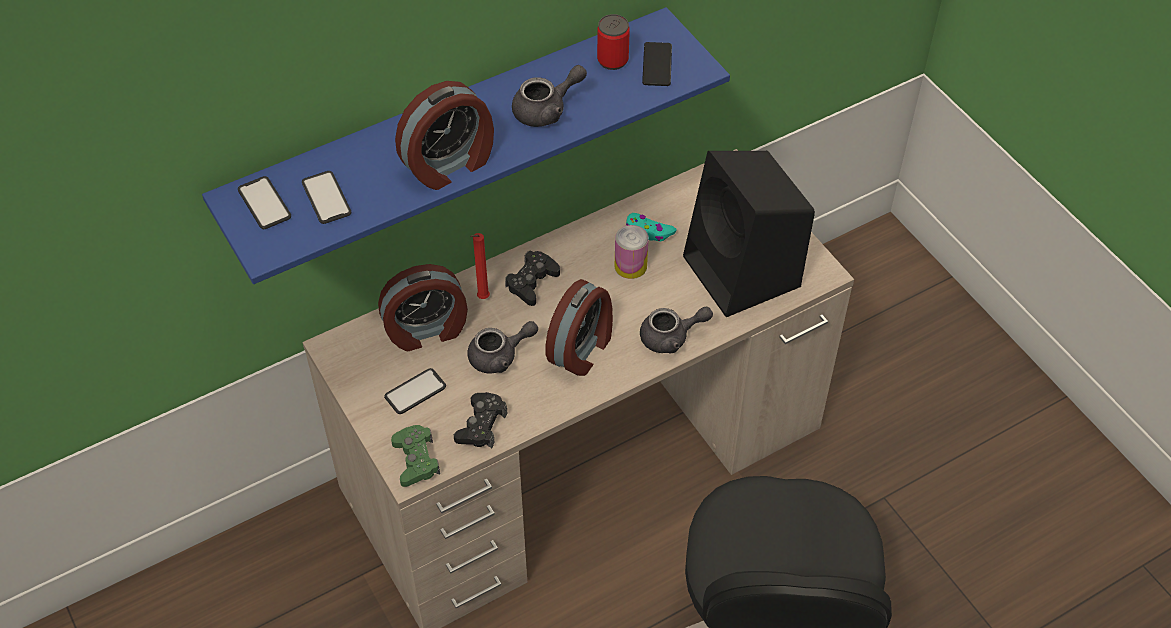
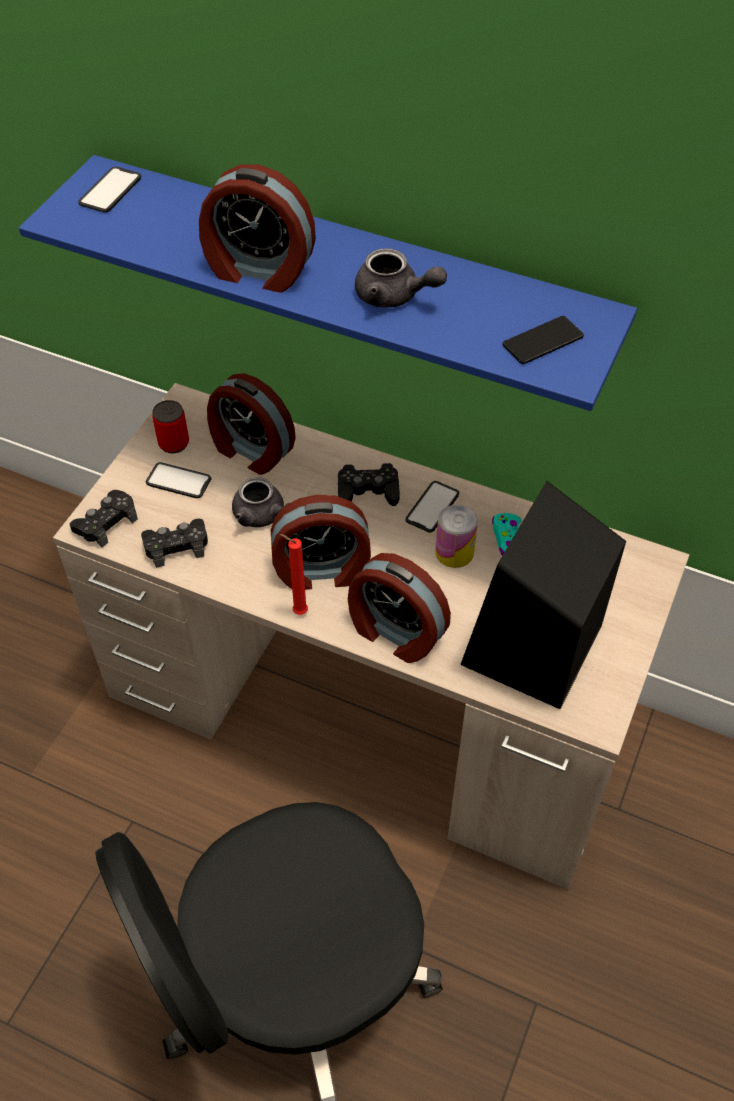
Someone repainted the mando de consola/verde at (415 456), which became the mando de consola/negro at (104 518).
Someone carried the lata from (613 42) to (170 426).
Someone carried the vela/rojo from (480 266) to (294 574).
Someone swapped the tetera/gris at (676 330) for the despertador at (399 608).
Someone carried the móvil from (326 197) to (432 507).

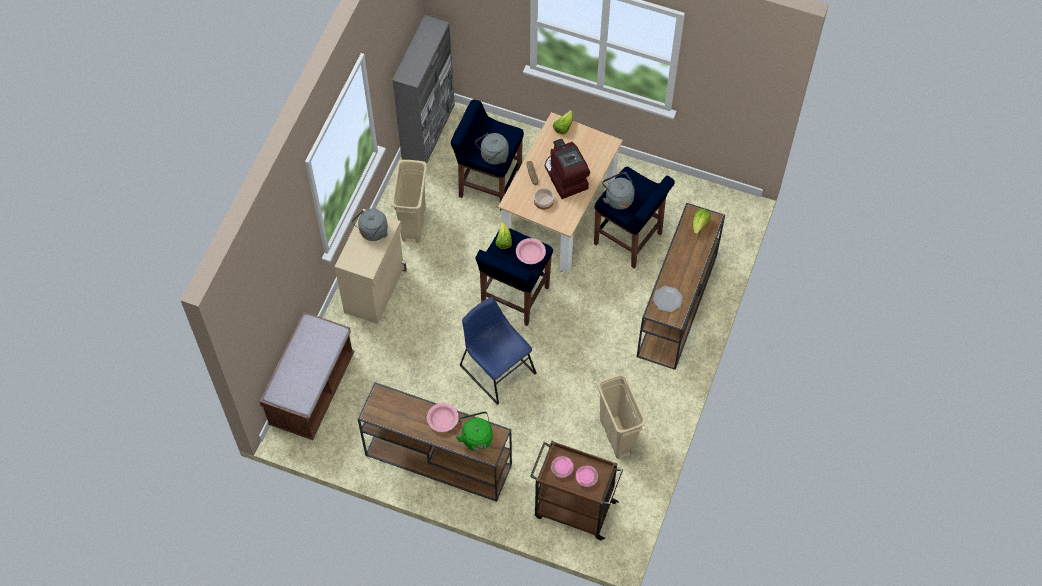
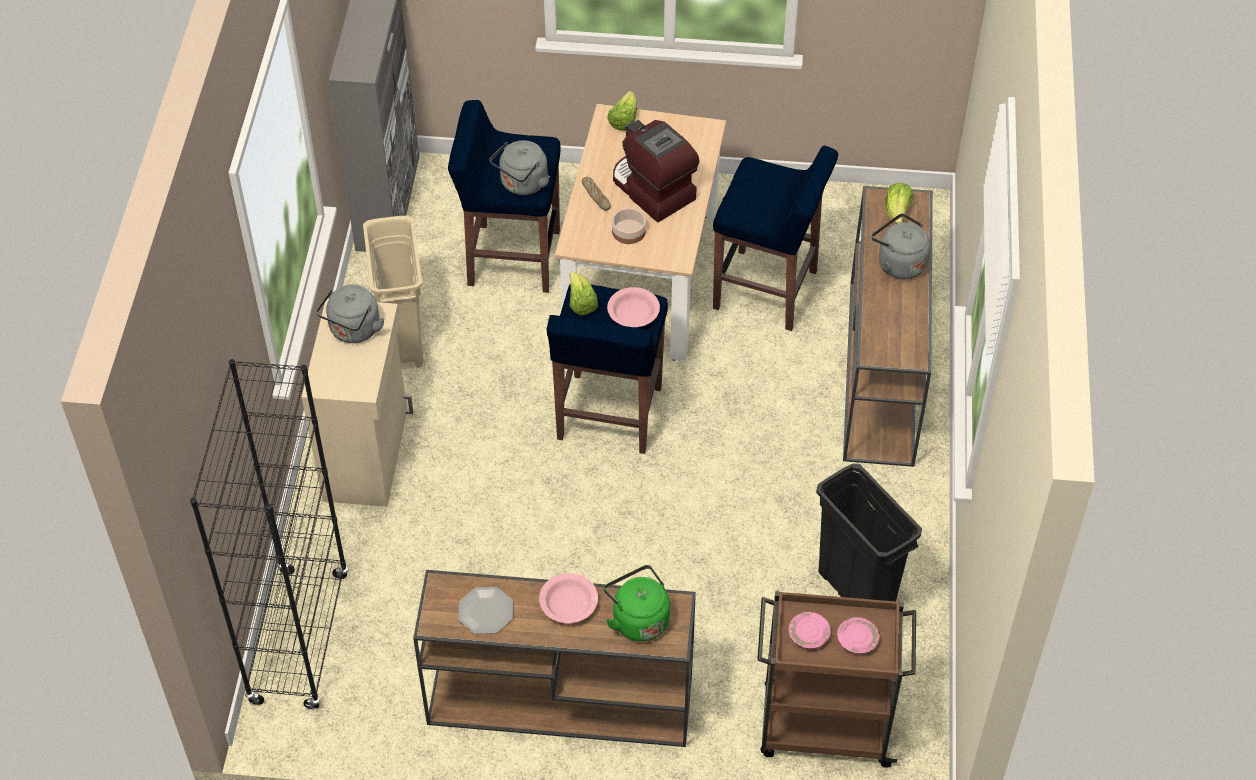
Someone swapped the banco/marrón at (307 376) for the estantería/negro at (269 534).
Someone carried the plato from (668 299) to (485 610).
Someone repainted the papelera/beis at (621 416), which became the papelera/negro at (869 532).
Someone carried the hervidor/gris from (618 191) to (900 246).
Someone took away the silla/azul at (498 351).

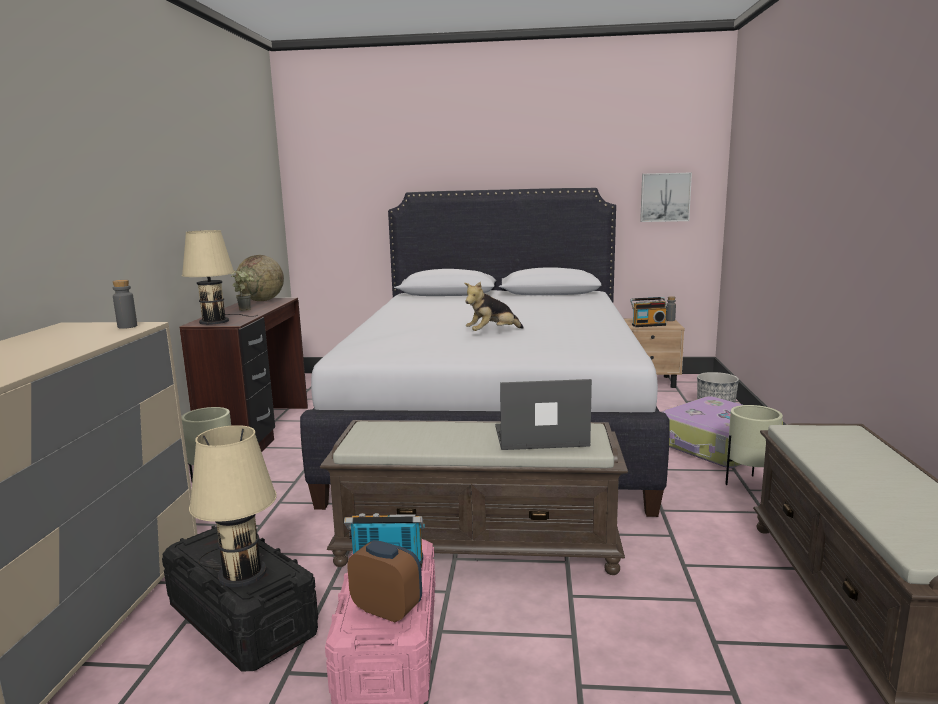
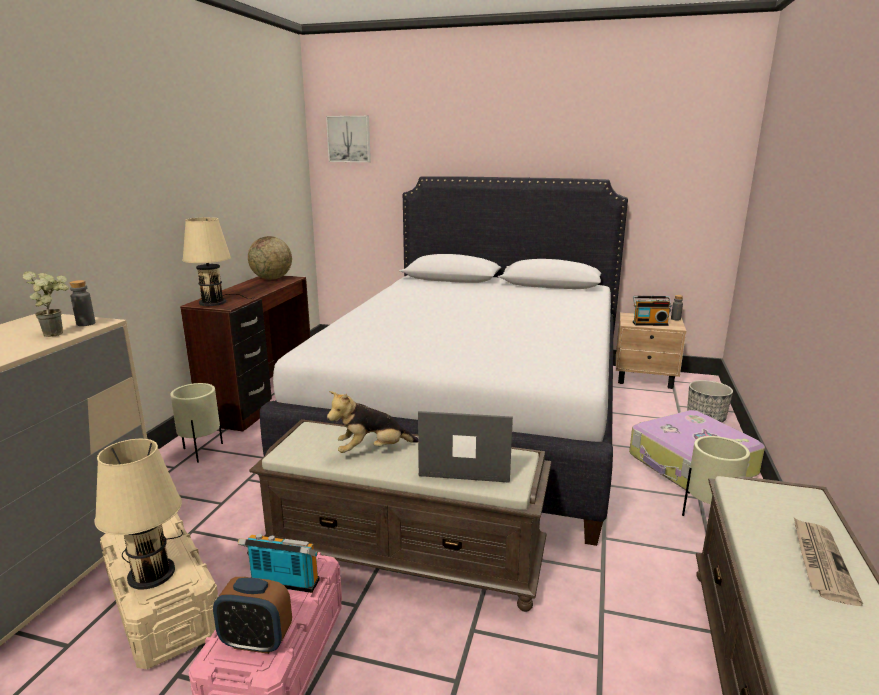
Someone carried the planta en maceta from (243 291) to (46 304).
Someone repainted the caja de almacenaje/negro at (240 599), which became the caja de almacenaje/beis at (159 591).
Someone rotated the despertador at (385 581) by 150 degrees clockwise.
Someone carried the cuadro from (666 197) to (348 139).
Someone carried the peluche from (493 306) to (372 422).
Someone put down the periódico at (828 562).

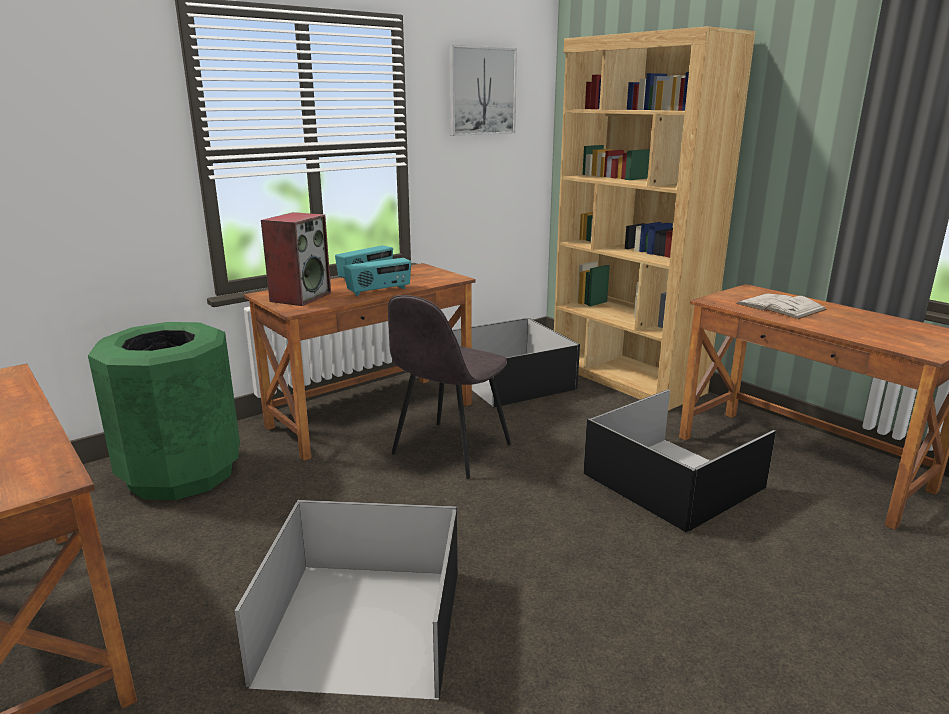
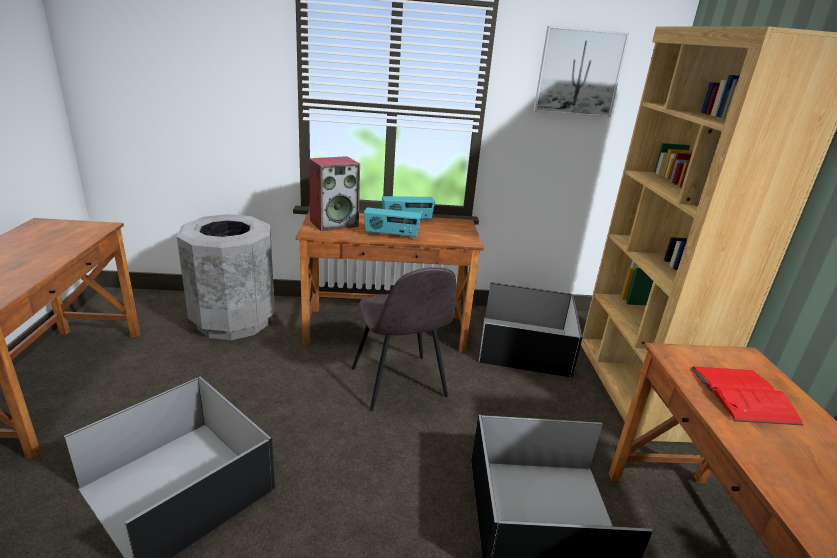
Someone repainted the papelera/verde at (164 411), which became the papelera/gris at (225 277).
Someone rotated the silla/gris at (449 387) by 90 degrees counterclockwise.
Someone repainted the libro/blanco at (781 306), which became the libro/rojo at (747 396).

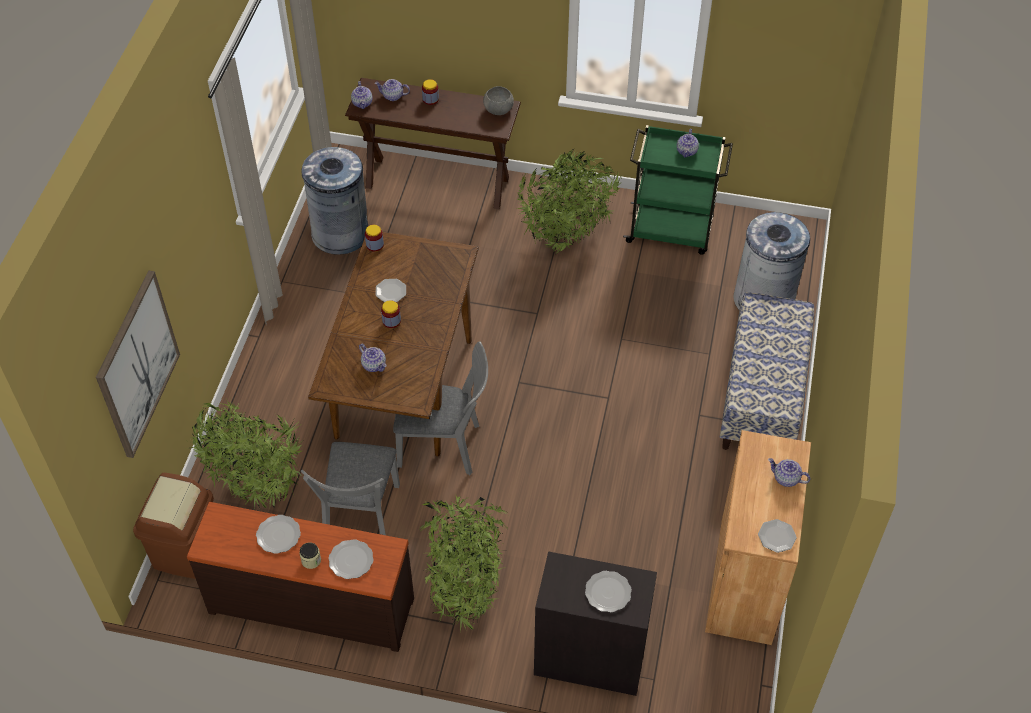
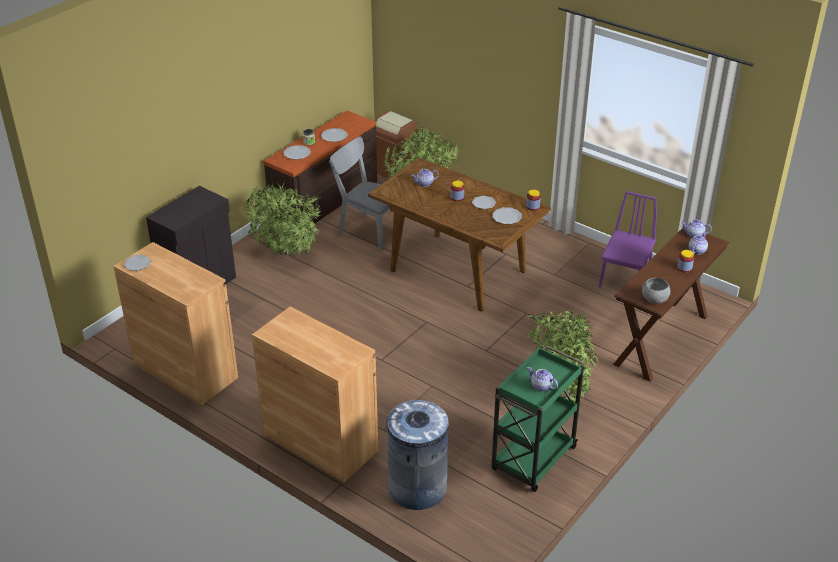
Someone swapped the banco at (767 371) for the armario/marrón at (315 394).
Someone carried the plato from (608 592) to (507 215).
Someone swapped the papelera/gris at (334 201) for the silla/morado at (628 239).
Someone took away the cuadro at (138 364).
Someone took away the silla/gris at (440 408).
Someone took away the tetera at (789 472).

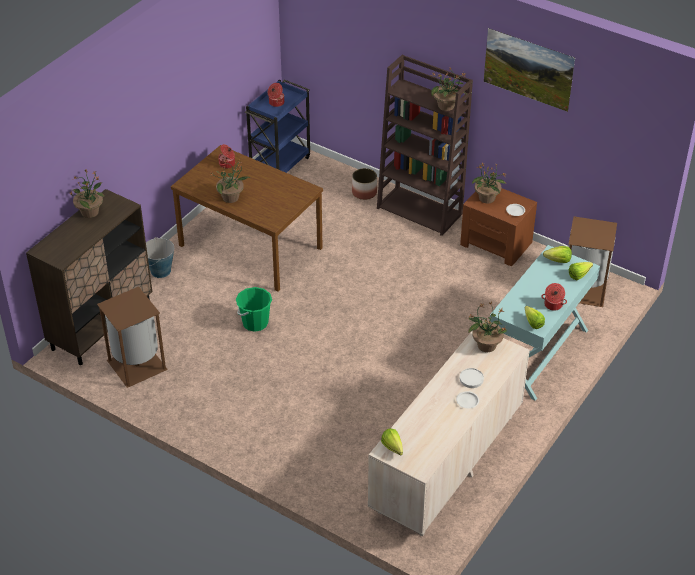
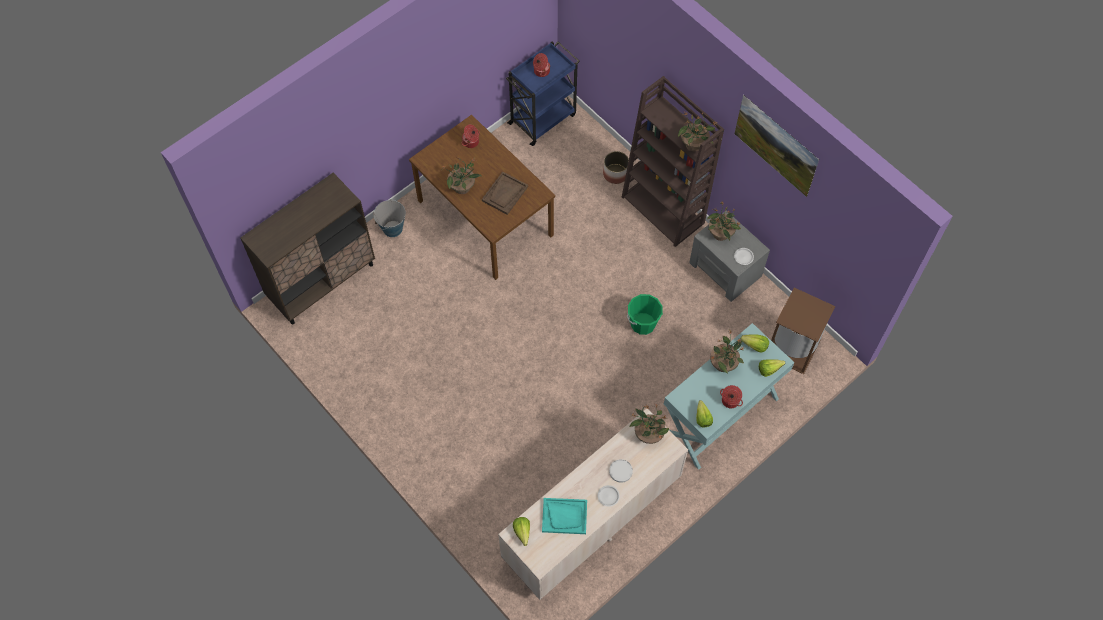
Someone put down the bandeja/marrón at (505 193).
Someone put down the bandeja/turquesa at (564 516).
Someone carried the cubo/verde from (254 309) to (645 314).
Someone repainted the mesita de noche/marrón at (498 227), which became the mesita de noche/gris at (729 256).
Someone carried the planta en maceta from (87 193) to (727 352).
Someone took away the papelera/marrón at (132 337).

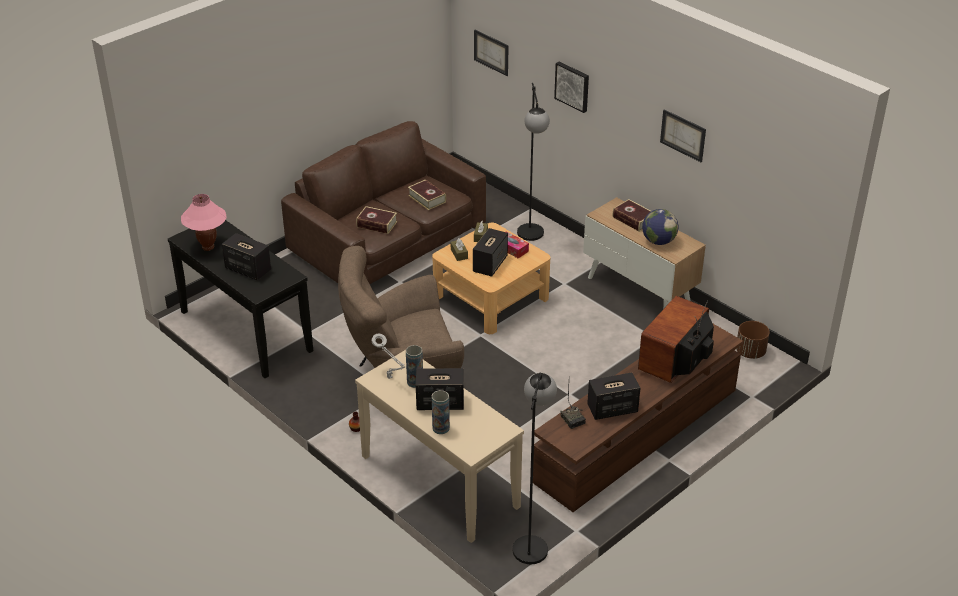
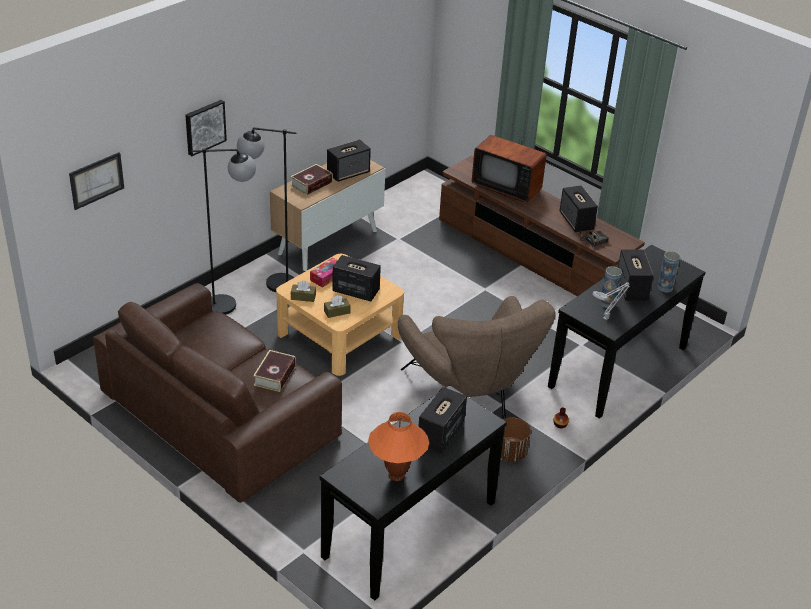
Someone carried the lámpara de pie/negro from (535 468) to (266 209).
Someone swapped the globo terráqueo at (660 227) for the altavoz at (349 161).
Someone repainted the lámpara de mesa/rosa at (203 222), which became the lámpara de mesa/naranja at (398 446).
Someone carried the maceta/marrón from (753 340) to (516 439).
Someone repainted the mesa consola/beis at (439 446), which became the mesa consola/negro at (627 332).
Someone took away the libro at (427 194).
Someone took away the cuadro at (683 135).

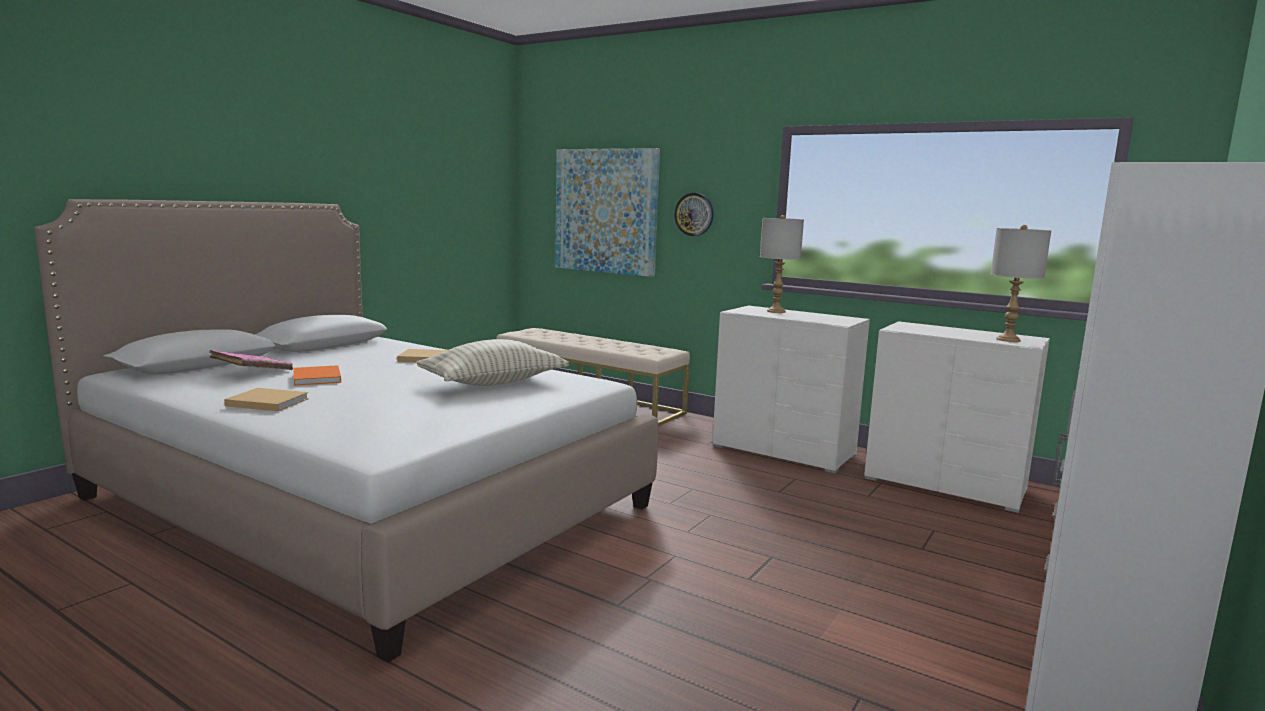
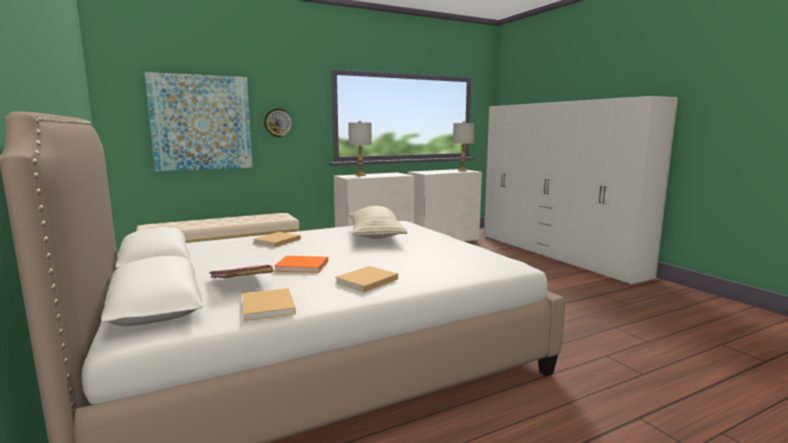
Someone put down the libro/beis at (269 304).

